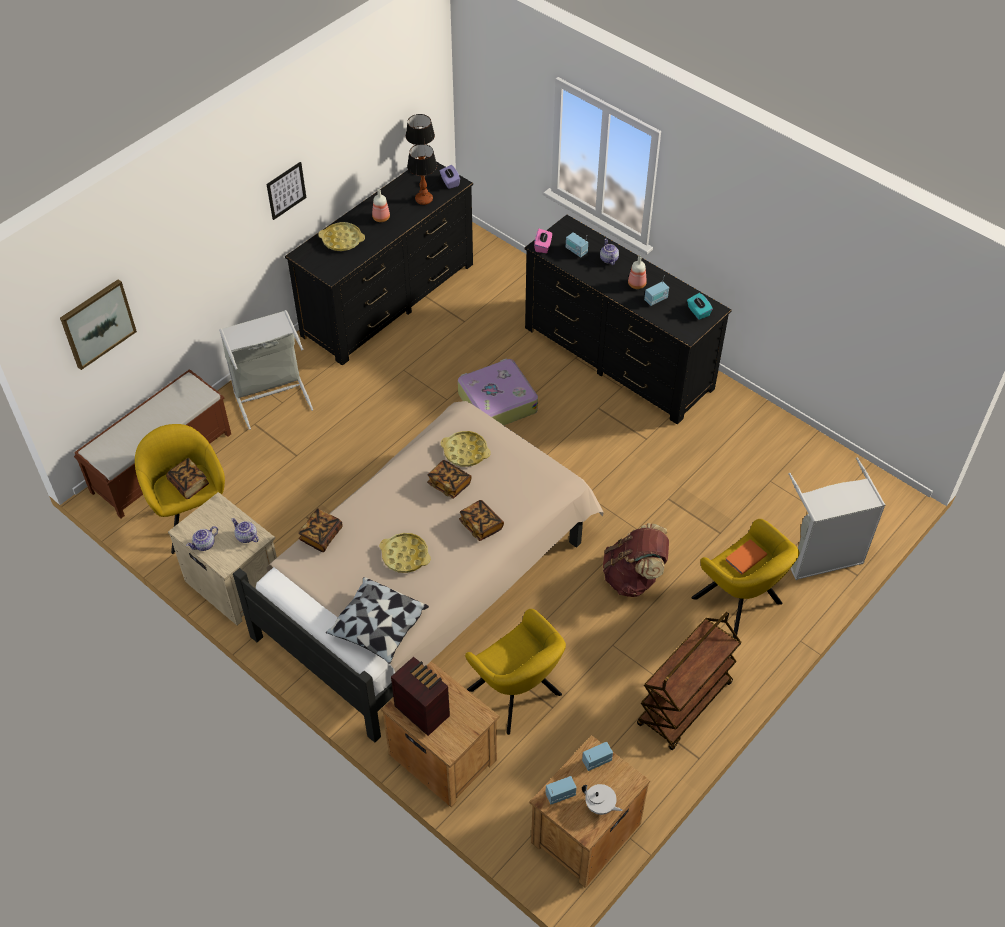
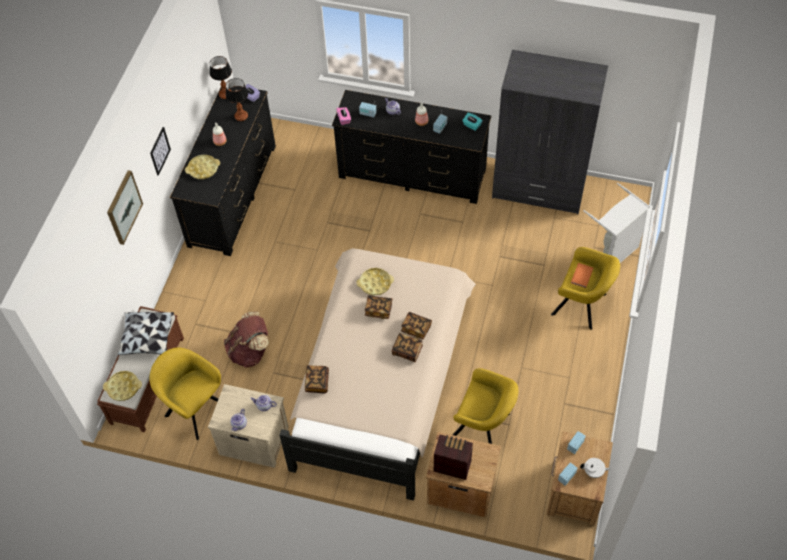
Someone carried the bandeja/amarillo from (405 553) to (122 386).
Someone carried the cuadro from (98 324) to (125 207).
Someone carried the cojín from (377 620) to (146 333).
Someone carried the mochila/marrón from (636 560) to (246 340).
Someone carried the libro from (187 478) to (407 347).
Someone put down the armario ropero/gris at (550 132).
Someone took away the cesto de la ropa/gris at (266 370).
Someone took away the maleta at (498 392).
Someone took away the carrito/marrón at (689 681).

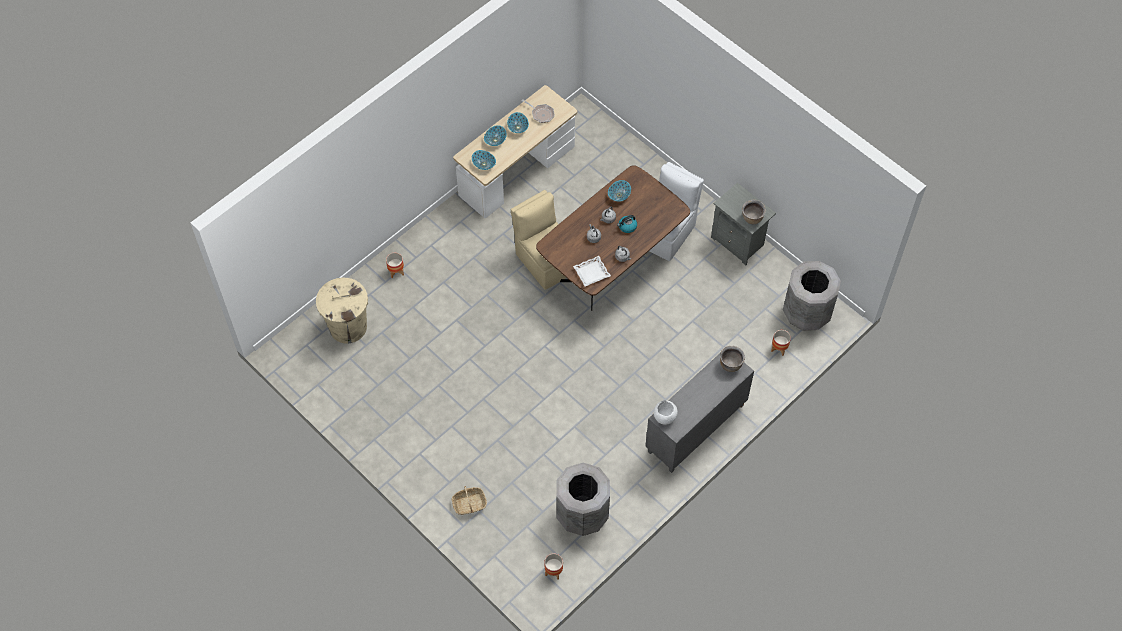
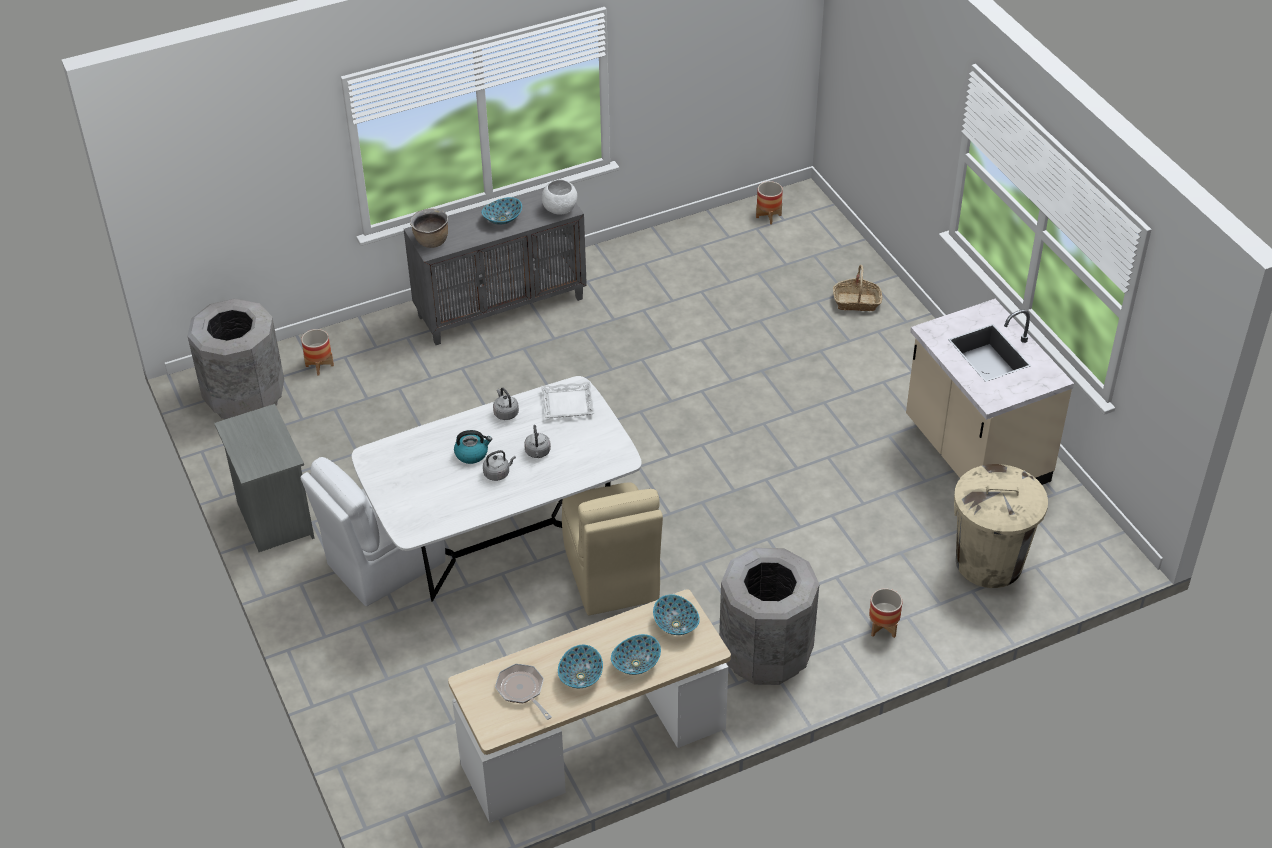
Someone repainted the mesa de comedor/marrón at (613 238), which became the mesa de comedor/blanco at (497 489).
Someone carried the cuenco from (619 190) to (501 211).
Someone carried the papelera/gris from (583 499) to (769 616).
Someone put down the mueble bajo de cocina/beis at (990 392).
Someone took away the olla/marrón at (754 212).

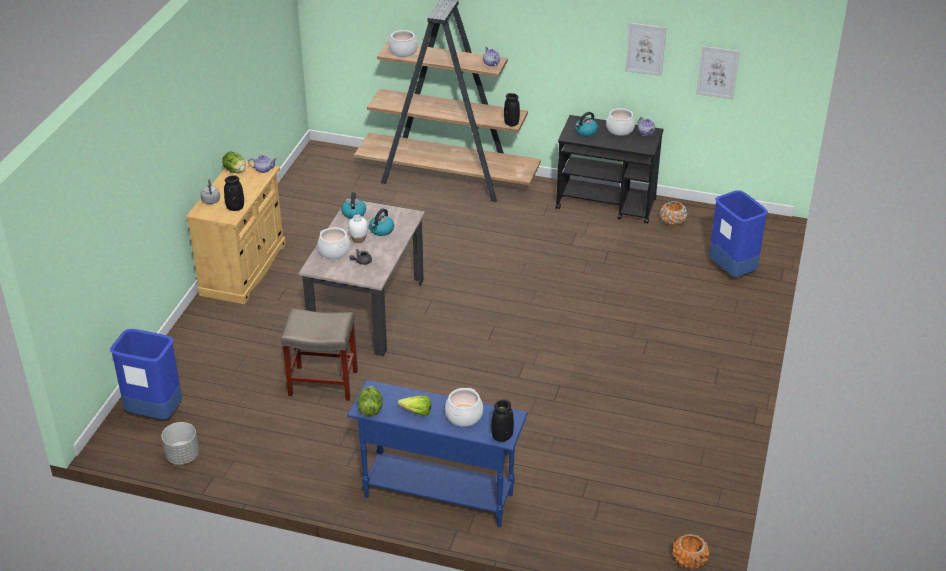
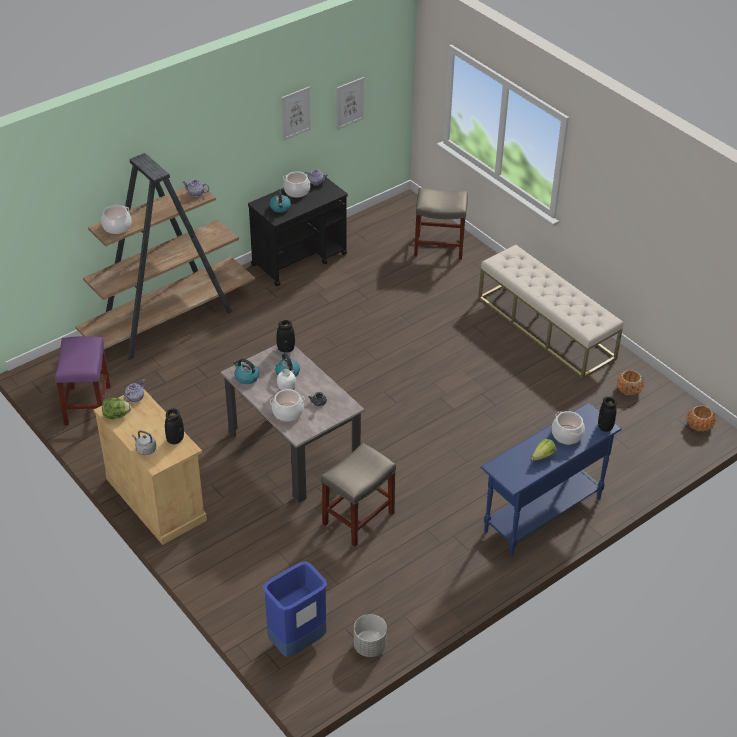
Someone put down the taburete/morado at (83 380).
Someone carried the florero/negro from (512 110) to (285 336).
Someone swapped the papelera/azul at (738 233) for the taburete/beis at (441 224).
Someone put down the banco/beis at (550 312).
Someone carried the maceta/naranja from (673 213) to (630 382).
Someone took away the lechuga at (370 401).

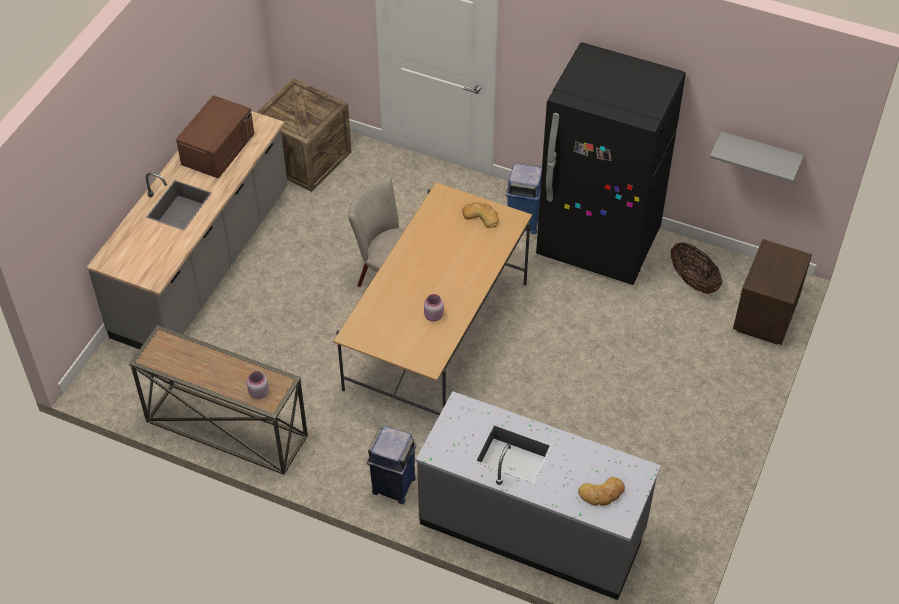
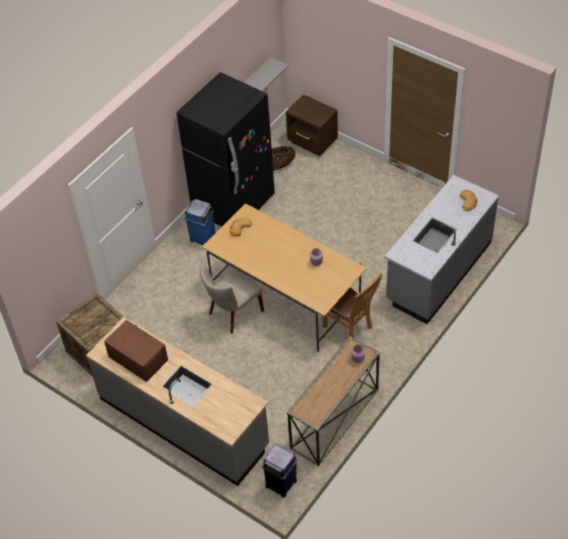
Someone carried the papelera/azul from (392 465) to (280 471).
Someone put down the silla/marrón at (352 305).

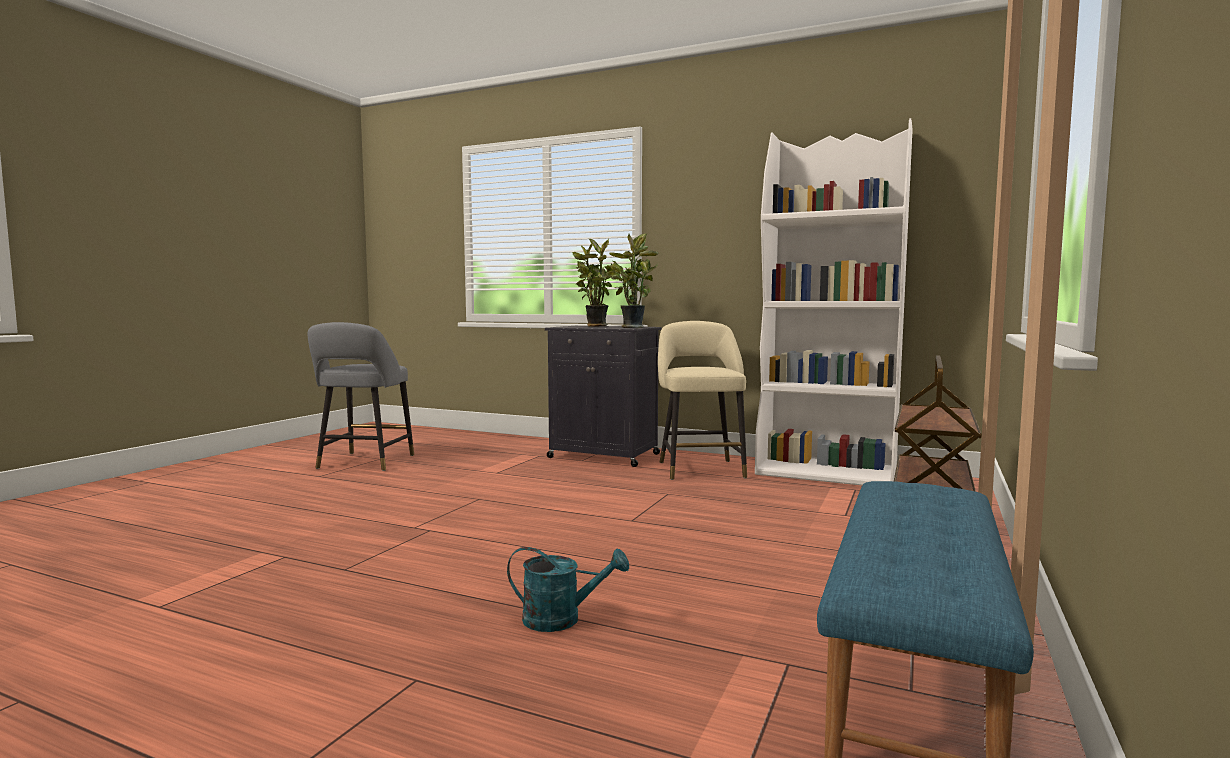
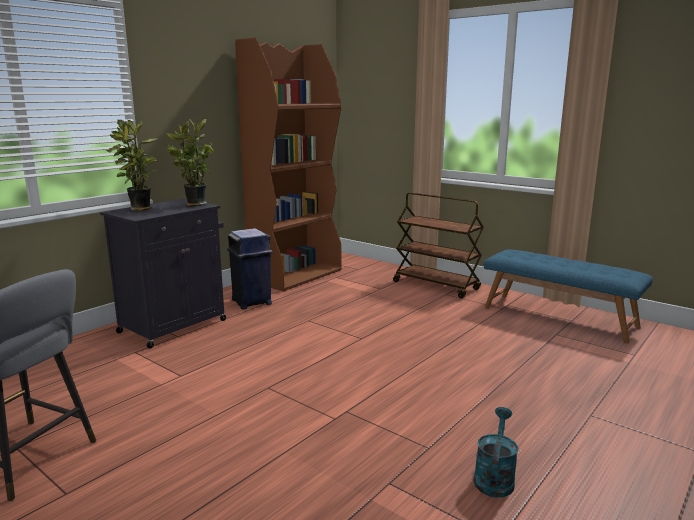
Someone swapped the taburete/beis at (702 400) for the papelera/azul at (250 268).
Someone repainted the estantería/blanco at (834 302), which became the estantería/marrón at (288 164).
Someone carried the regadera/turquesa from (568 589) to (495 452).

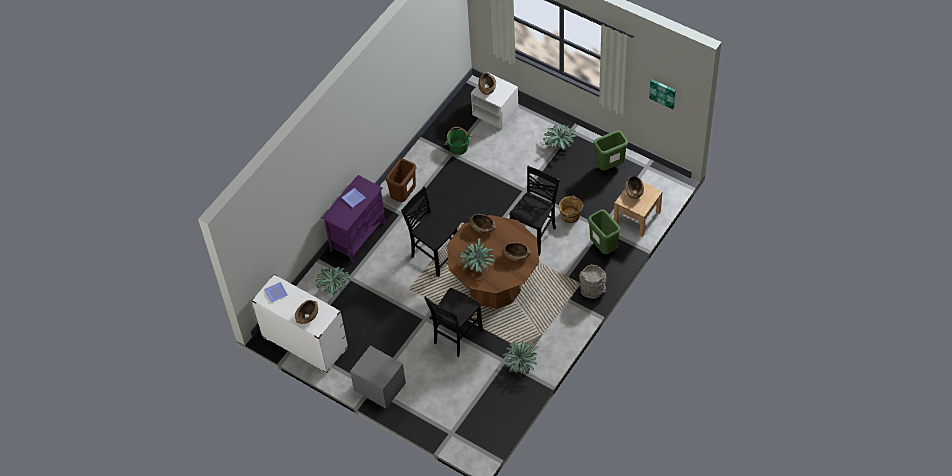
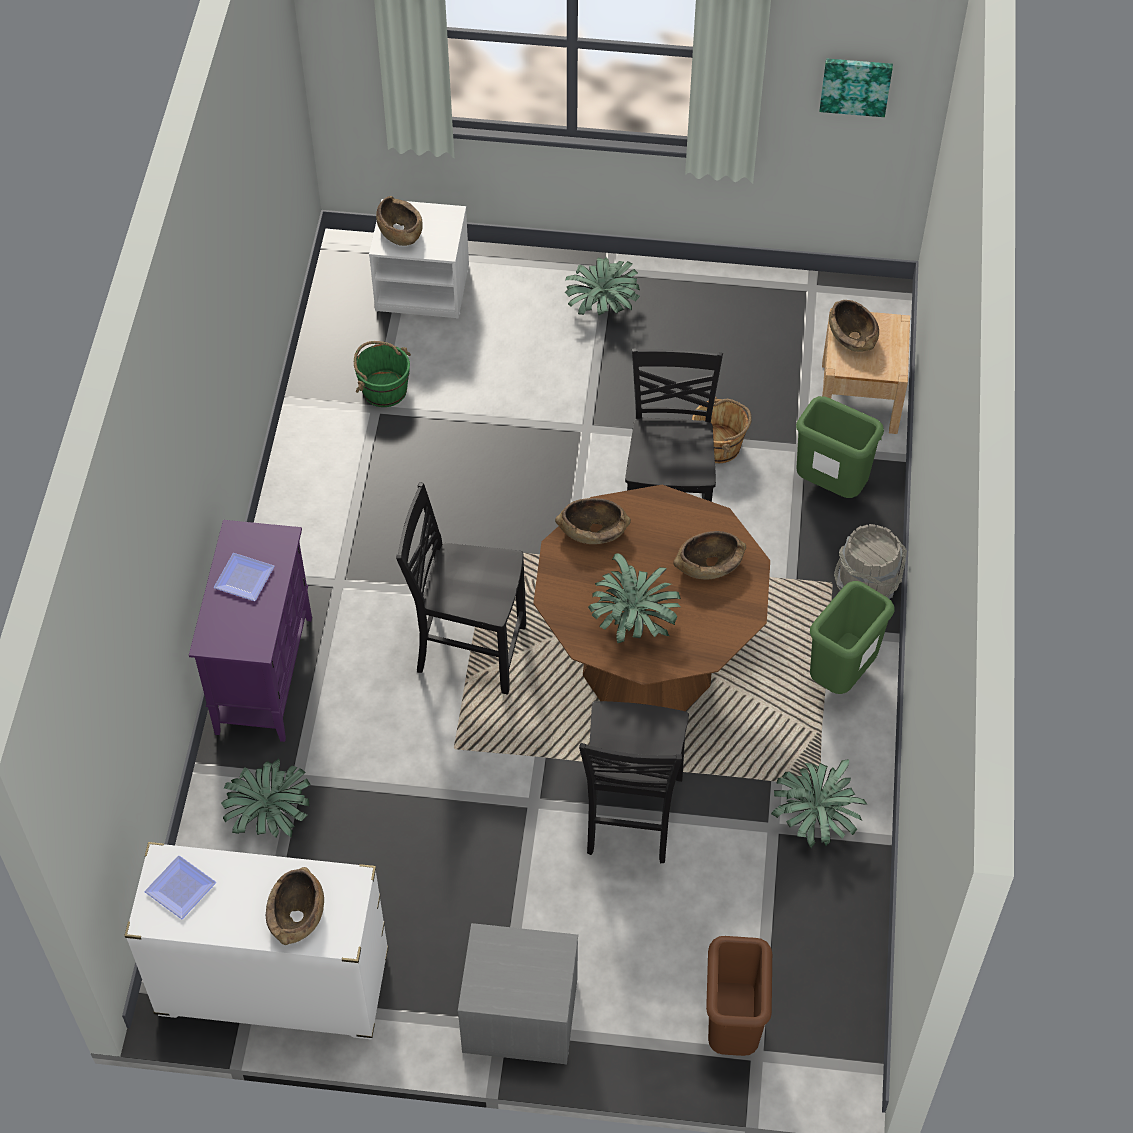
Someone carried the papelera/marrón from (400 180) to (739 996).
Someone carried the papelera/verde from (610 151) to (852 637).

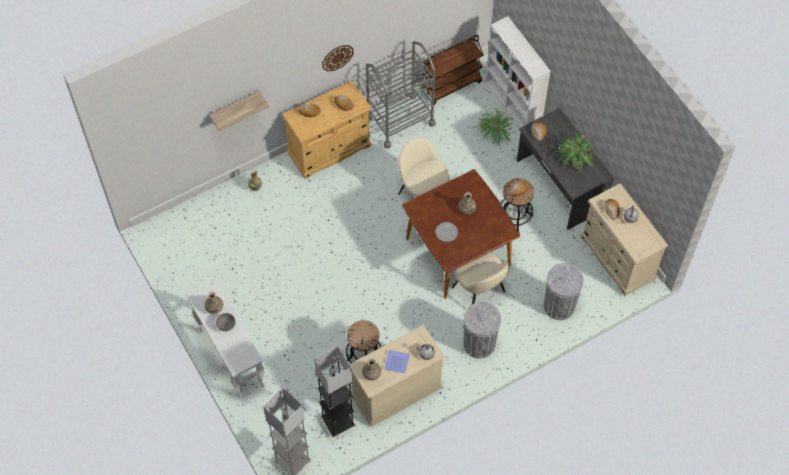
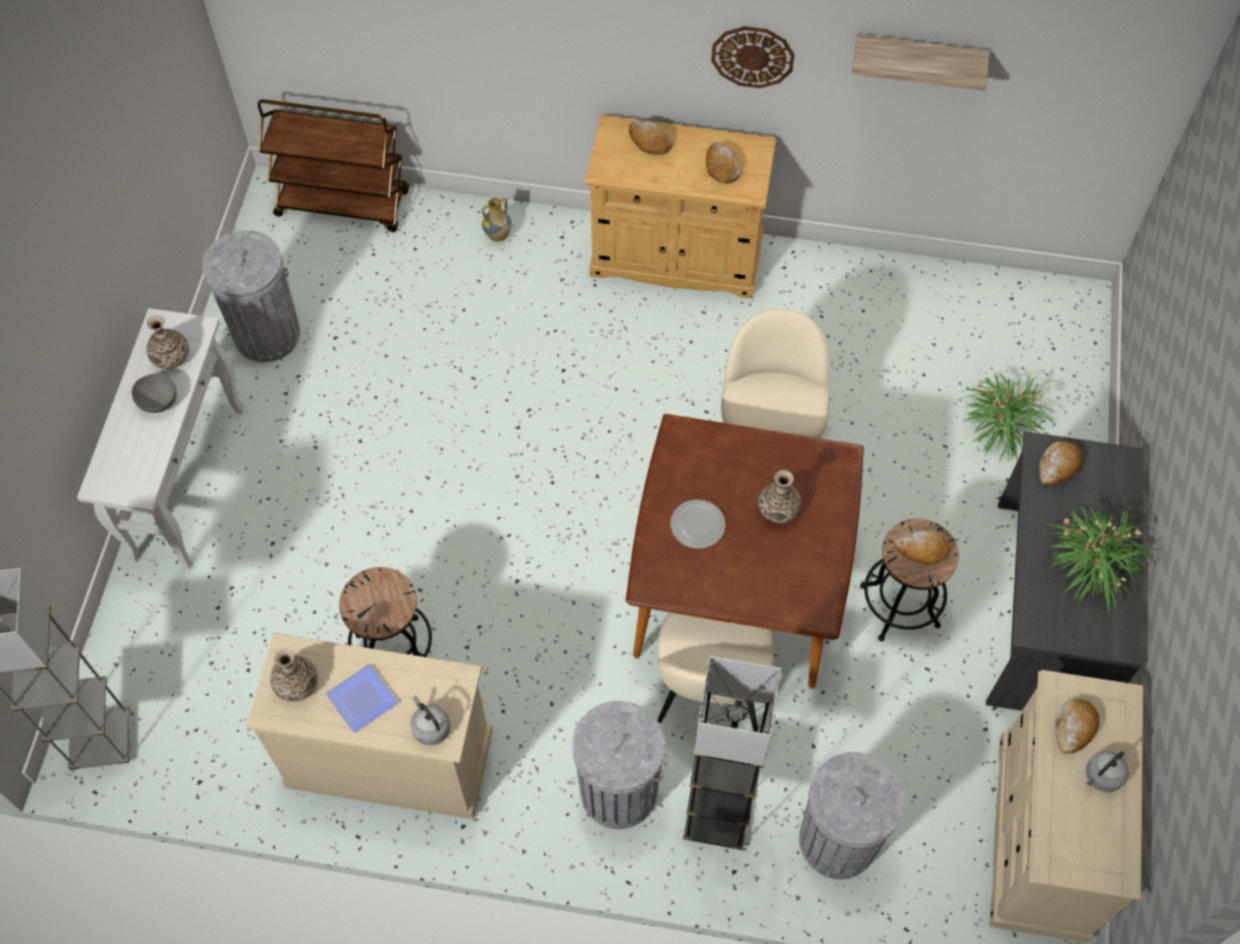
Someone put down the papelera/gris at (251 296).
Someone carried the carrito/marrón from (452 70) to (333 165).
Someone carried the lámpara de pie/gris from (334 391) to (732 753).
Someone carried the estante from (239 111) to (920 62).
Someone took away the carrito/gris at (400 95).
Someone took away the estantería/blanco at (518 71).

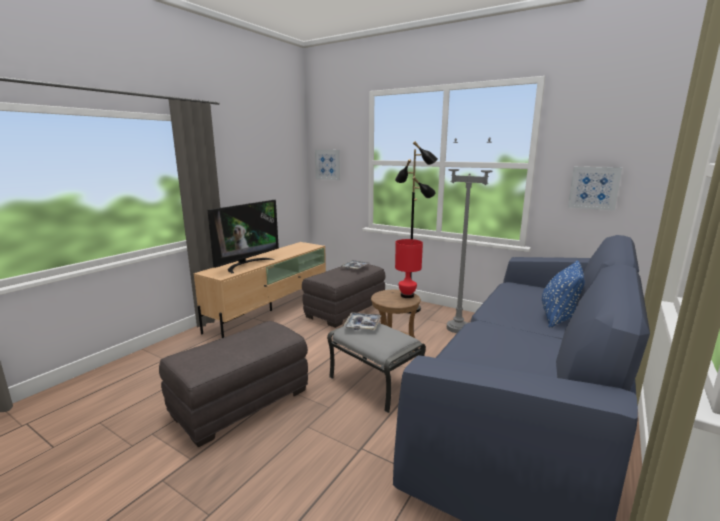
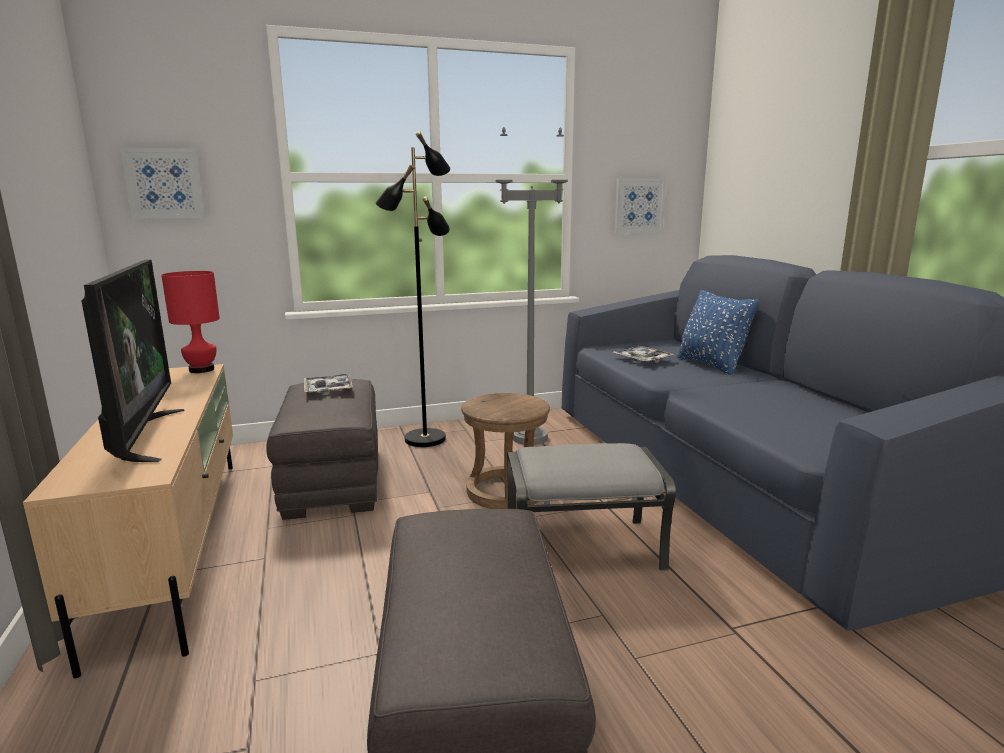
Someone carried the lámpara de mesa/rojo from (409 268) to (190 322).
Someone carried the bandeja from (362 321) to (643 354).

